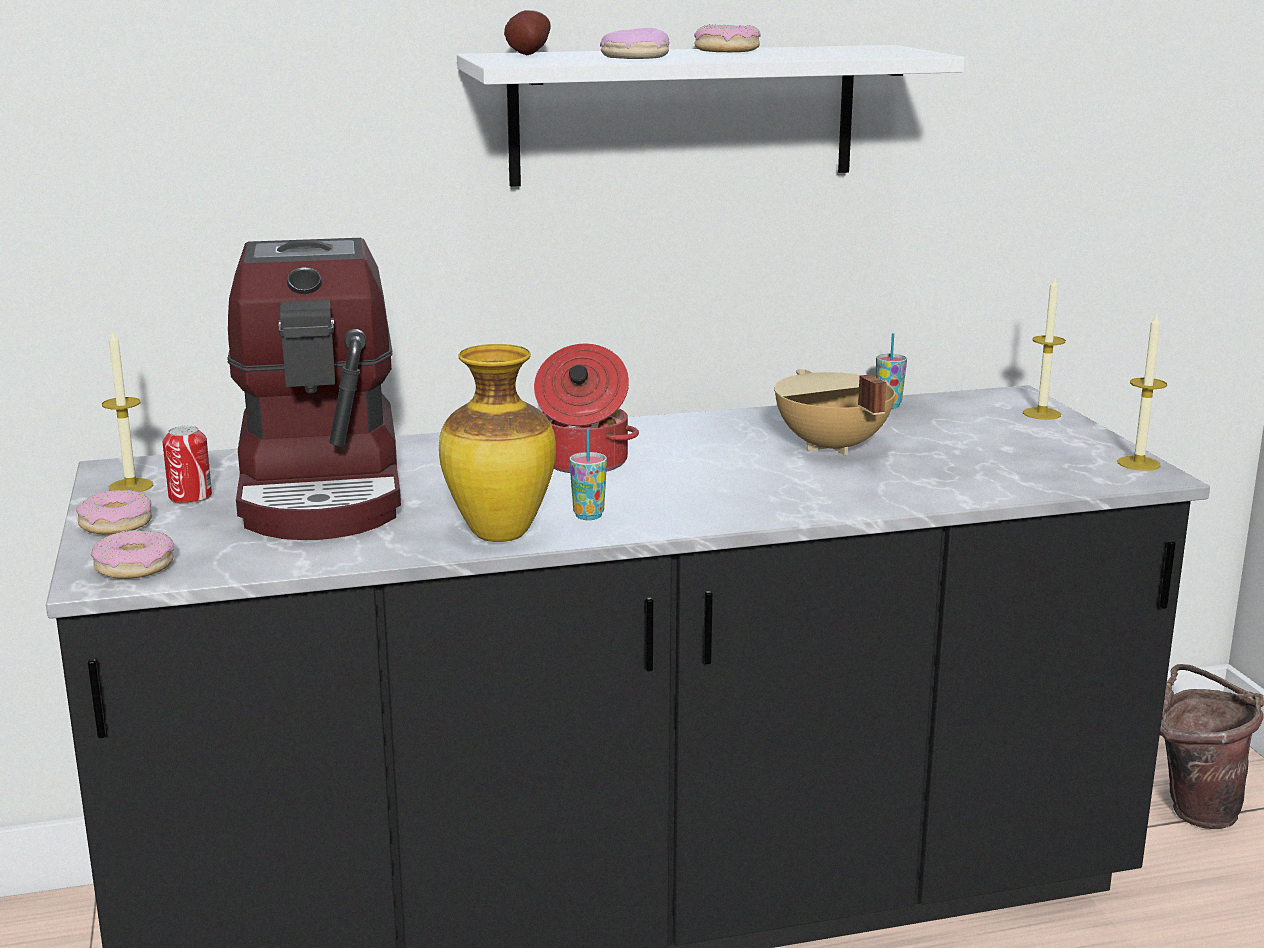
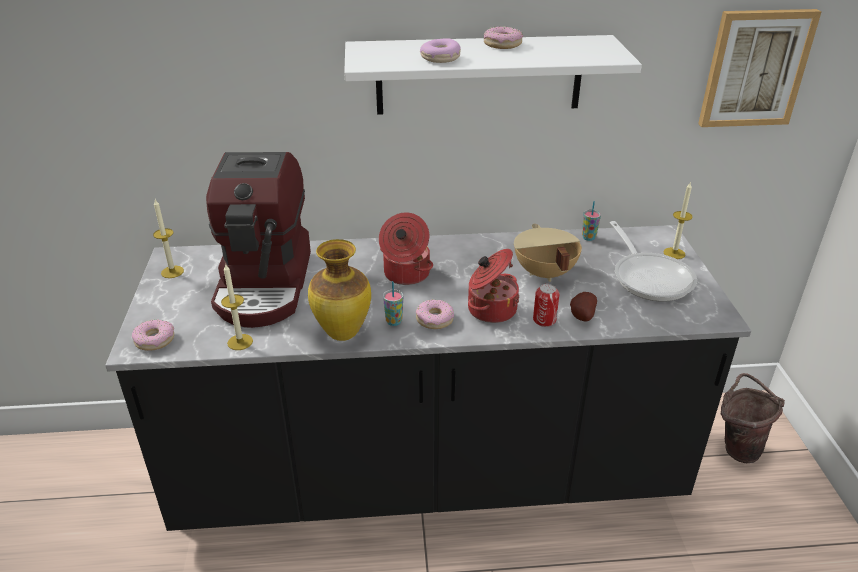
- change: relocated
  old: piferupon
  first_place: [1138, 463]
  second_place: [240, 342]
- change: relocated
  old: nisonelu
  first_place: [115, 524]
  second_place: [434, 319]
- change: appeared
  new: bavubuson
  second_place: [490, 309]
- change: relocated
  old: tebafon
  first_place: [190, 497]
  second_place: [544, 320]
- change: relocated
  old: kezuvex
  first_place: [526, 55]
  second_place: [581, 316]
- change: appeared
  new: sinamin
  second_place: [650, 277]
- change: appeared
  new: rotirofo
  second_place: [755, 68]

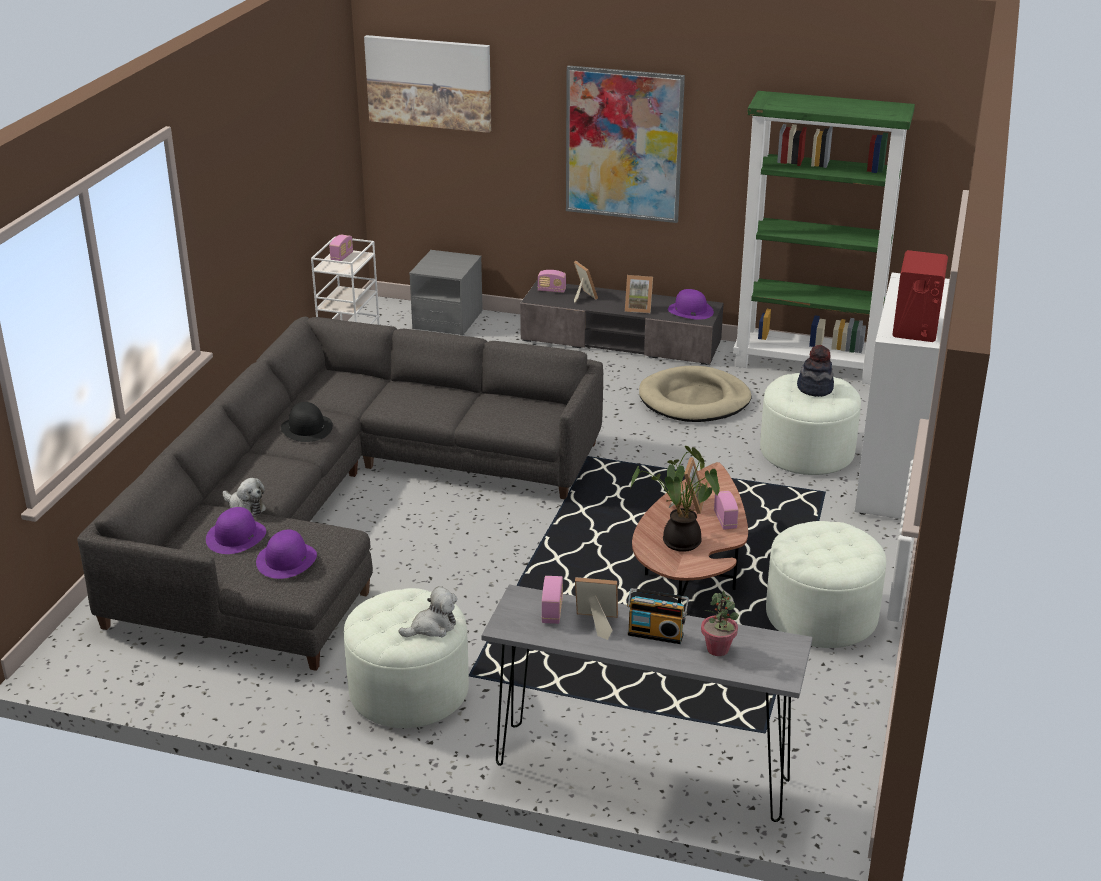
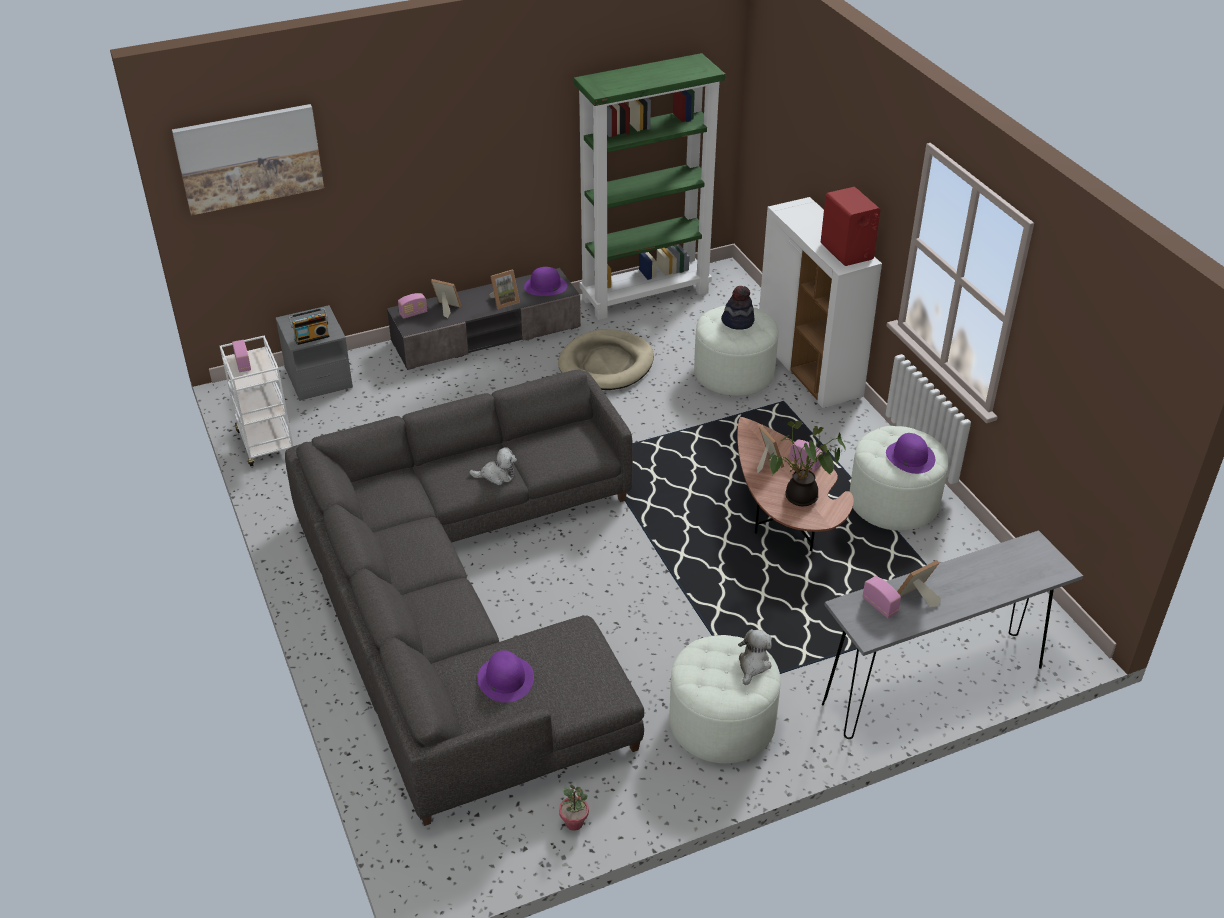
- change: relocated
  old: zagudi
  first_place: [656, 633]
  second_place: [311, 337]
- change: relocated
  old: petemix
  first_place: [245, 508]
  second_place: [497, 475]
- change: relocated
  old: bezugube
  first_place: [718, 649]
  second_place: [574, 823]
- change: relocated
  old: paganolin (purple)
  first_place: [286, 560]
  second_place: [910, 457]
- change: missing
  old: paganolin (black)
  first_place: [307, 428]
- change: missing
  old: rotirofo
  first_place: [623, 144]

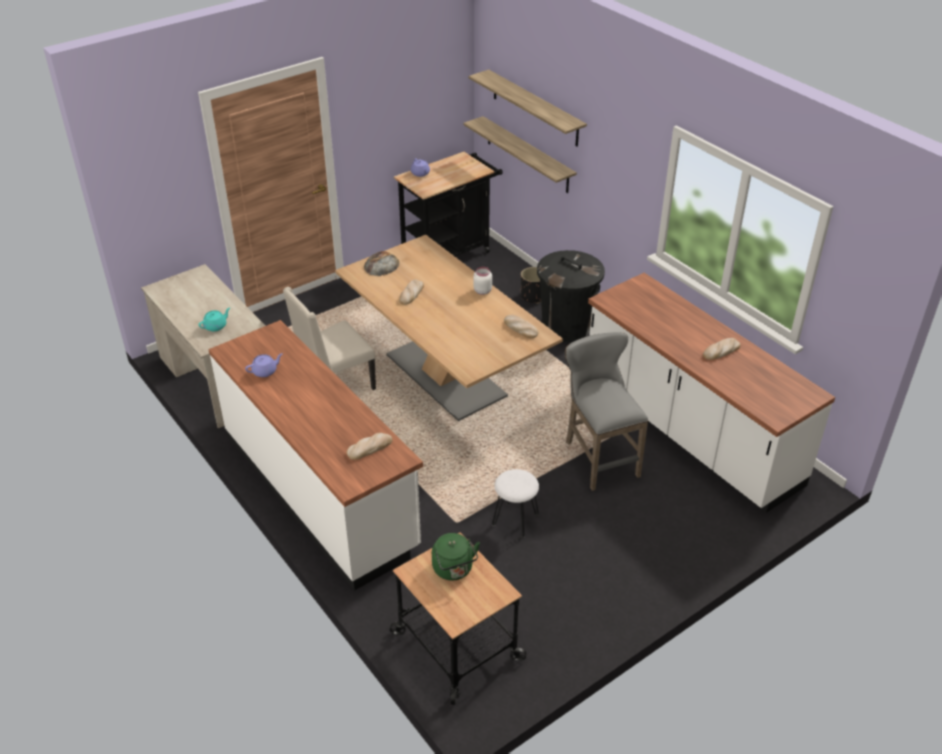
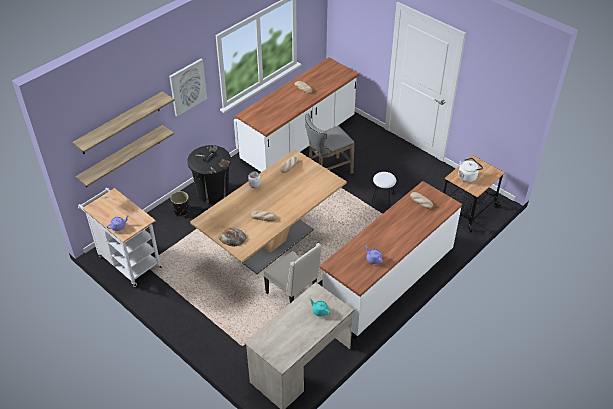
- change: colour
  old: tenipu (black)
  new: tenipu (white)
  first_place: [450, 252]
  second_place: [127, 260]
- change: appeared
  new: rotirofo
  second_place: [187, 87]
- change: colour
  old: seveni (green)
  new: seveni (white)
  first_place: [454, 570]
  second_place: [468, 176]

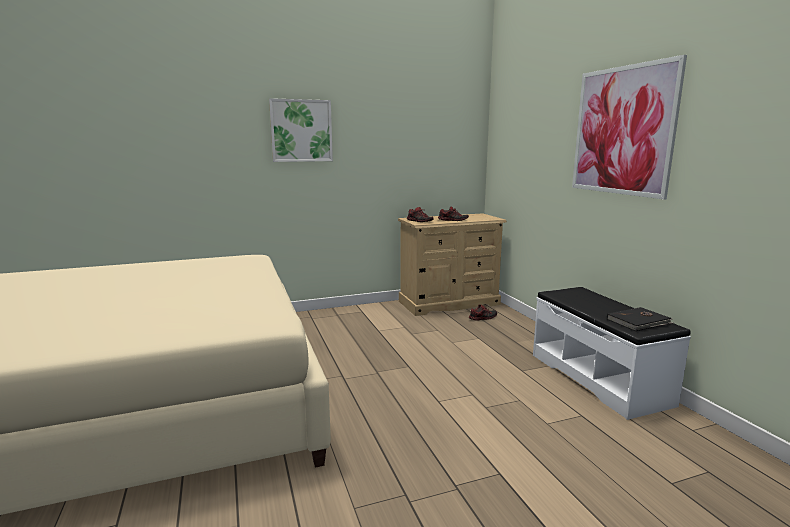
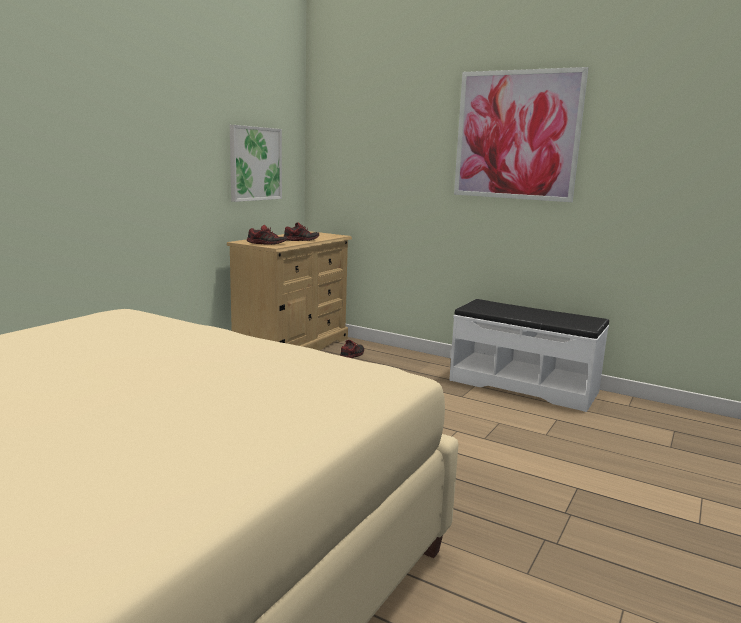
- change: relocated
  old: rotirofo
  first_place: [301, 131]
  second_place: [255, 163]
- change: missing
  old: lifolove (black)
  first_place: [639, 322]

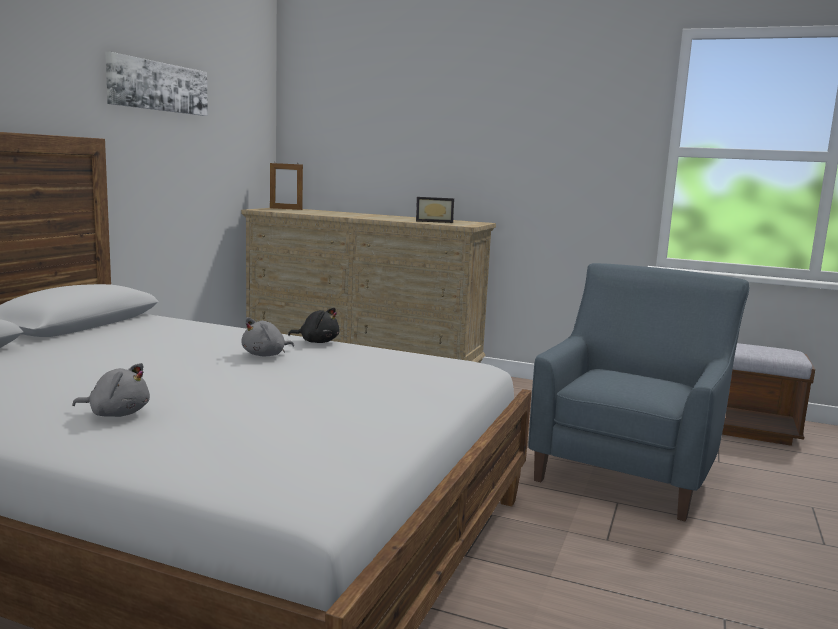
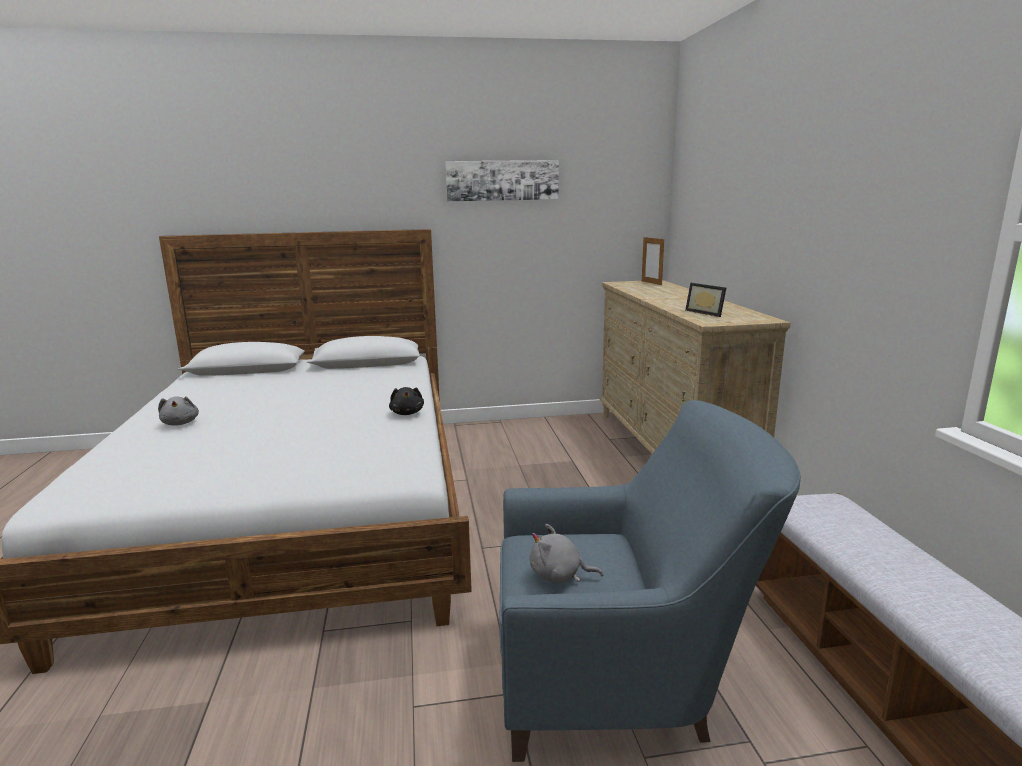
- change: relocated
  old: petemix (grey)
  first_place: [266, 355]
  second_place: [559, 576]

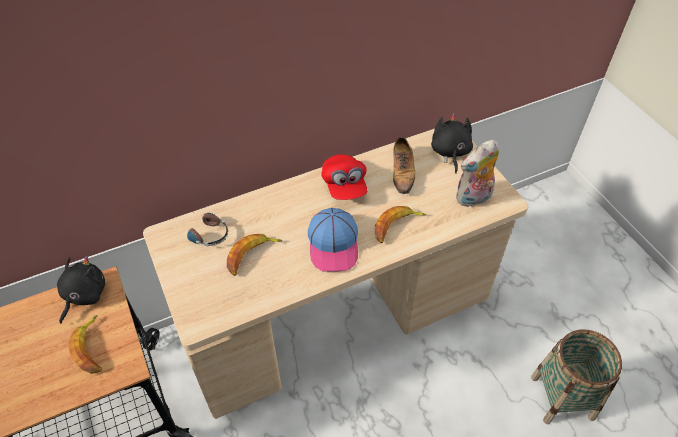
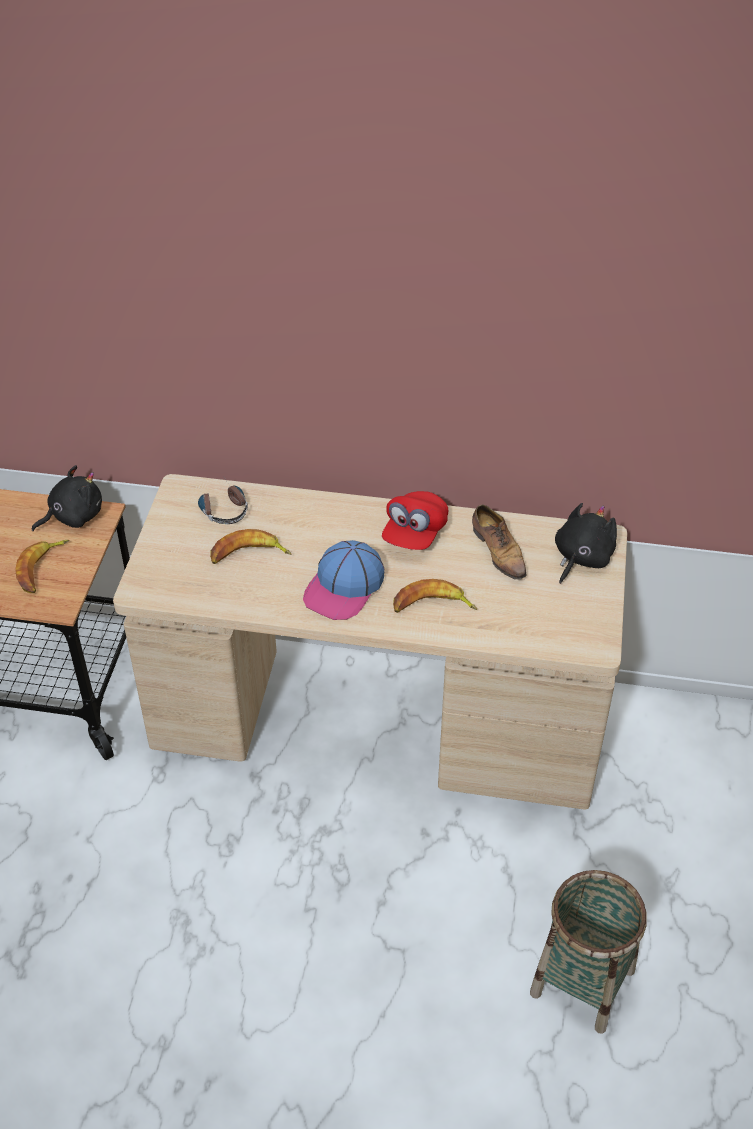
- change: spun
  old: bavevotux
  first_place: [402, 172]
  second_place: [498, 551]
  degrees: -60
- change: missing
  old: petemix
  first_place: [473, 199]

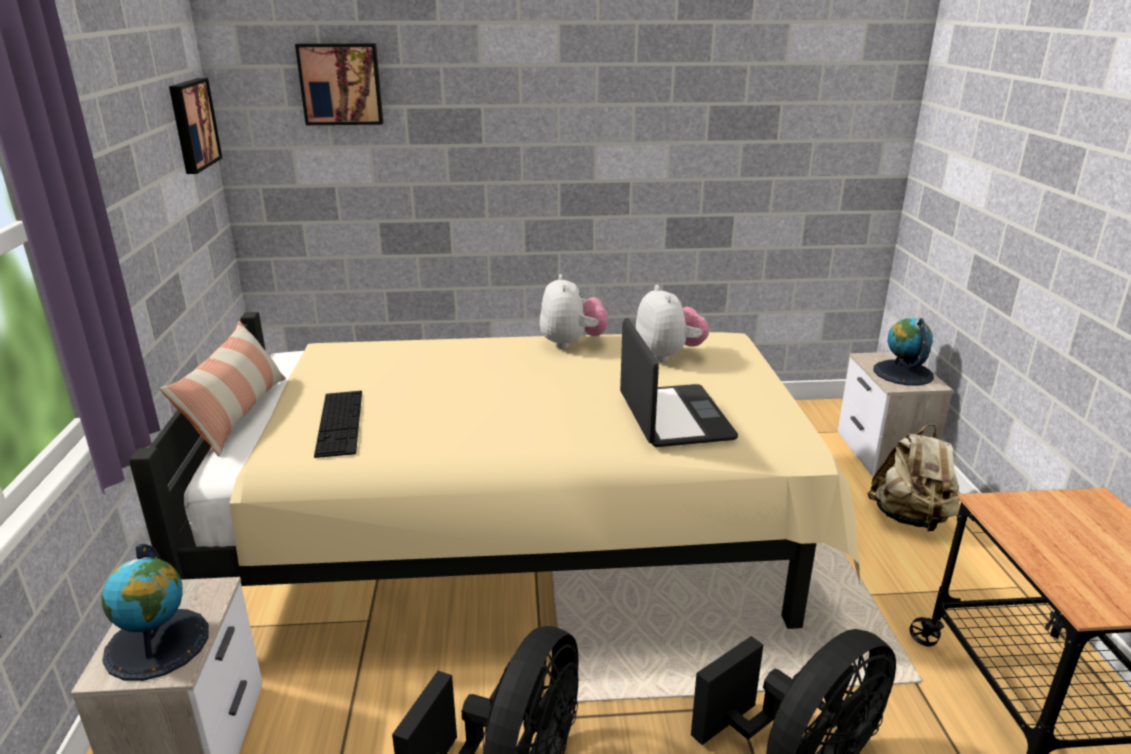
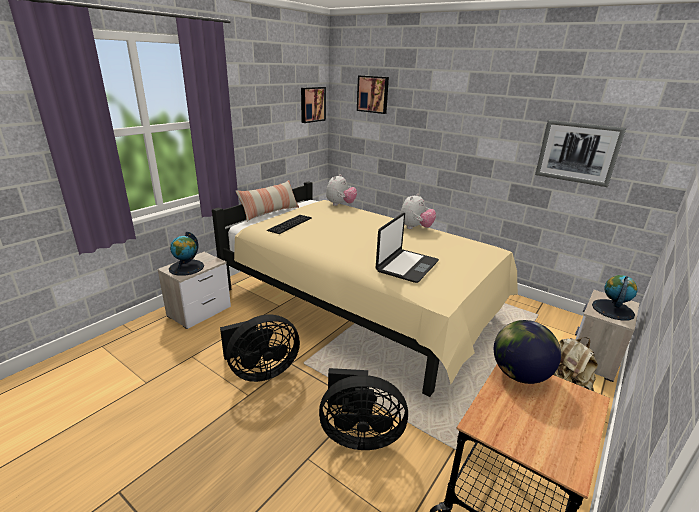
- change: relocated
  old: petemix
  first_place: [668, 355]
  second_place: [340, 204]
- change: appeared
  new: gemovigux
  second_place: [519, 374]
- change: appeared
  new: rotirofo
  second_place: [577, 152]

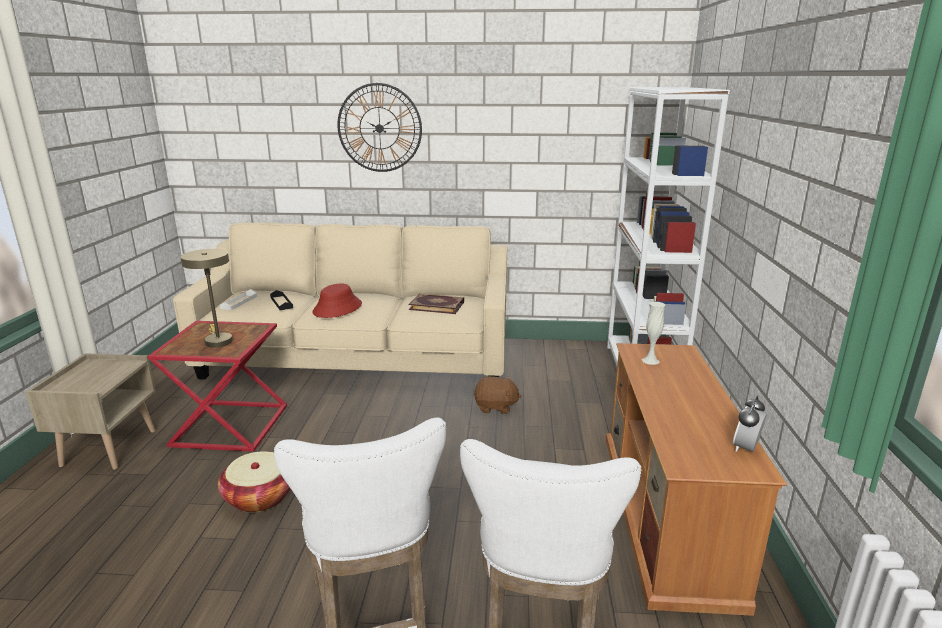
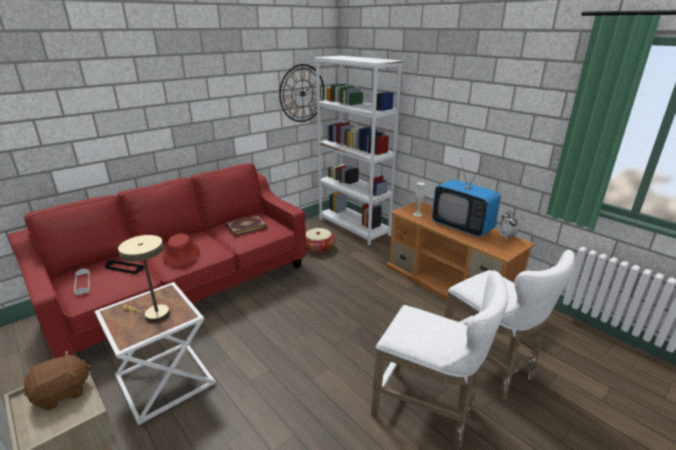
- change: colour
  old: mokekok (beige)
  new: mokekok (red)
  first_place: [358, 361]
  second_place: [187, 290]
- change: relocated
  old: petemix (brown)
  first_place: [496, 407]
  second_place: [62, 393]
- change: colour
  old: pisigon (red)
  new: pisigon (white)
  first_place: [231, 427]
  second_place: [167, 380]
- change: relocated
  old: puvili
  first_place: [379, 128]
  second_place: [302, 93]
- change: relocated
  old: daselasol
  first_place: [260, 497]
  second_place: [318, 248]
- change: appeared
  new: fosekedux
  second_place: [462, 227]

